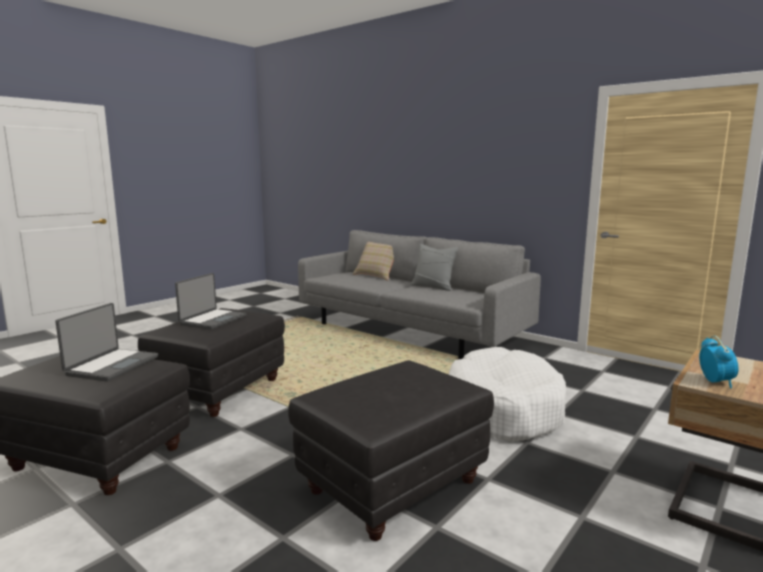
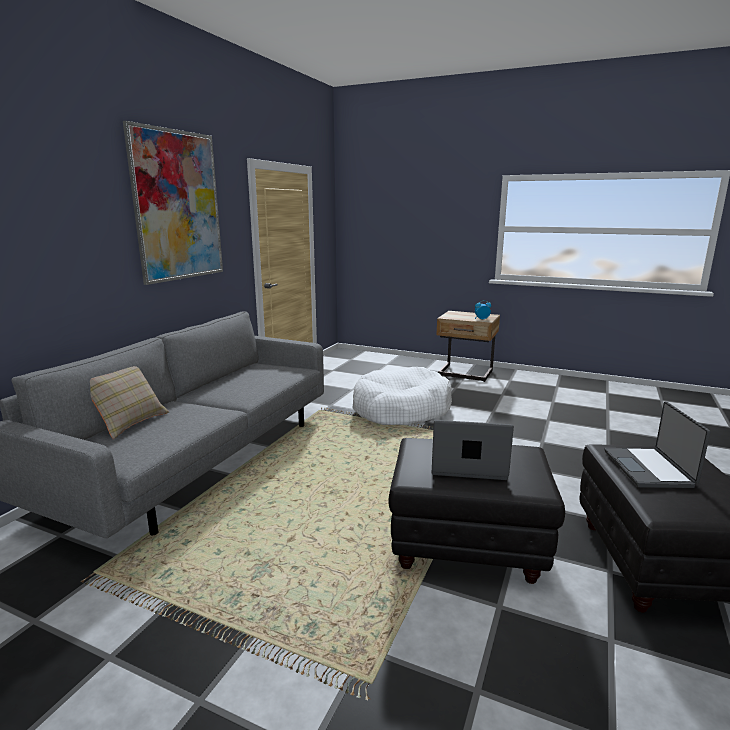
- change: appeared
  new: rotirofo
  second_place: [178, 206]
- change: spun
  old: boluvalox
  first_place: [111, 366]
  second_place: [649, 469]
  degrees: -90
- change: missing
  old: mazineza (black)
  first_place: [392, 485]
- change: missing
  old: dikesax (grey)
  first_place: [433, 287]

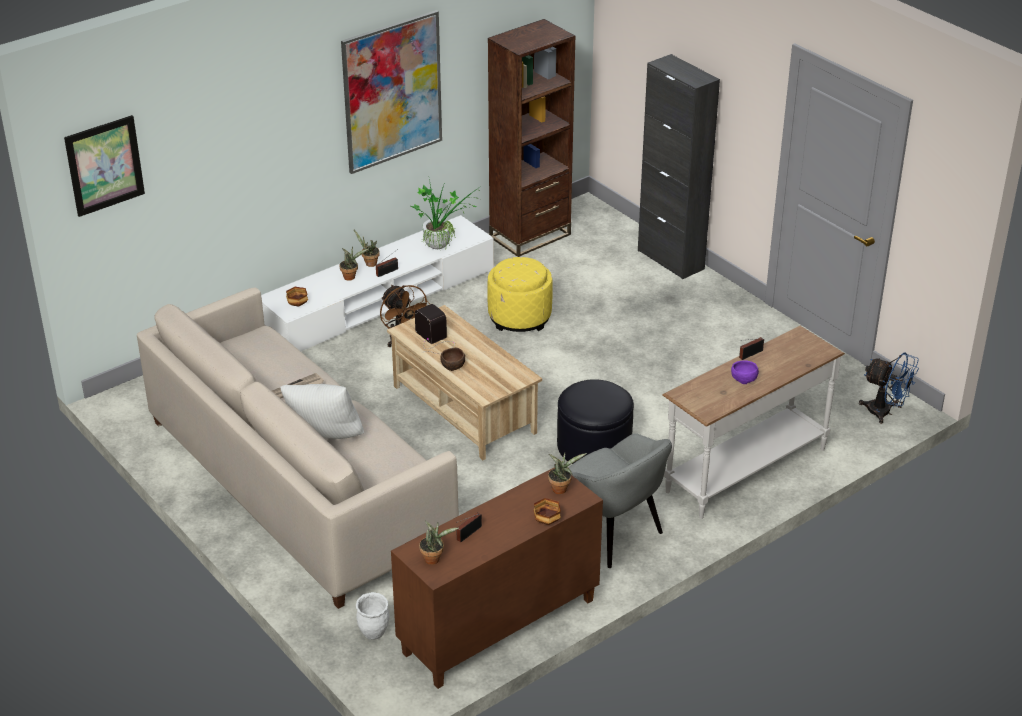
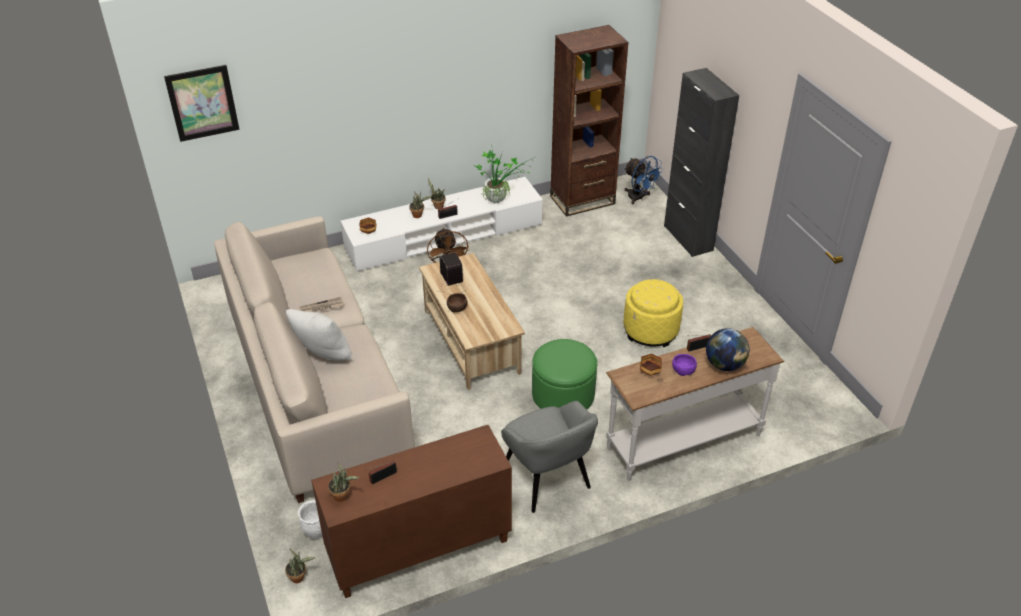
- change: relocated
  old: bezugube
  first_place: [561, 488]
  second_place: [299, 577]
- change: colour
  old: mazineza (black)
  new: mazineza (green)
  first_place: [594, 446]
  second_place: [563, 394]
- change: relocated
  old: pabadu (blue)
  first_place: [885, 412]
  second_place: [639, 198]
- change: relocated
  old: mazineza (yellow)
  first_place: [519, 317]
  second_place: [650, 330]
- change: relocated
  old: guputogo
  first_place: [546, 520]
  second_place: [649, 371]
- change: appeared
  new: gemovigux
  second_place: [724, 365]
- change: missing
  old: rotirofo
  first_place: [392, 91]

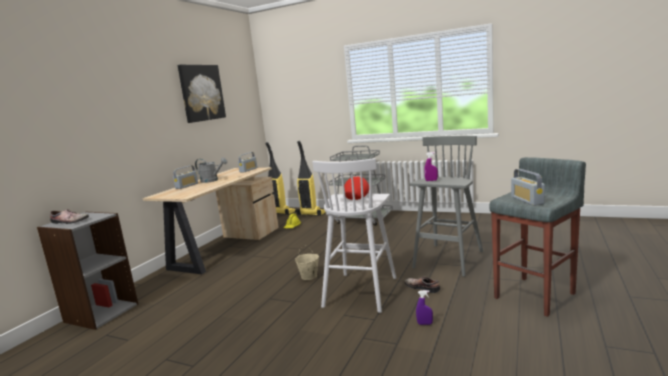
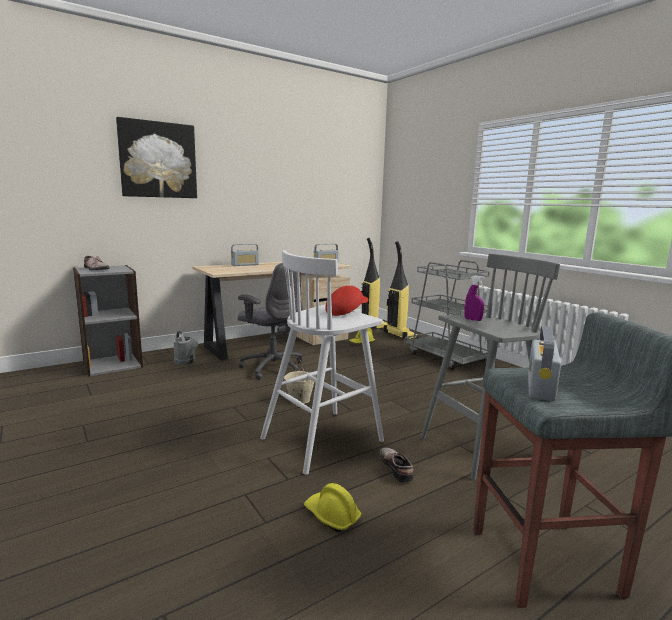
- change: relocated
  old: rotirofo
  first_place: [201, 93]
  second_place: [158, 160]
- change: relocated
  old: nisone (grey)
  first_place: [212, 180]
  second_place: [186, 362]
- change: appeared
  new: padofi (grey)
  second_place: [272, 367]
- change: exchanged
  old: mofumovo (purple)
  new: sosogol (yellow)
  first_place: [425, 323]
  second_place: [331, 515]

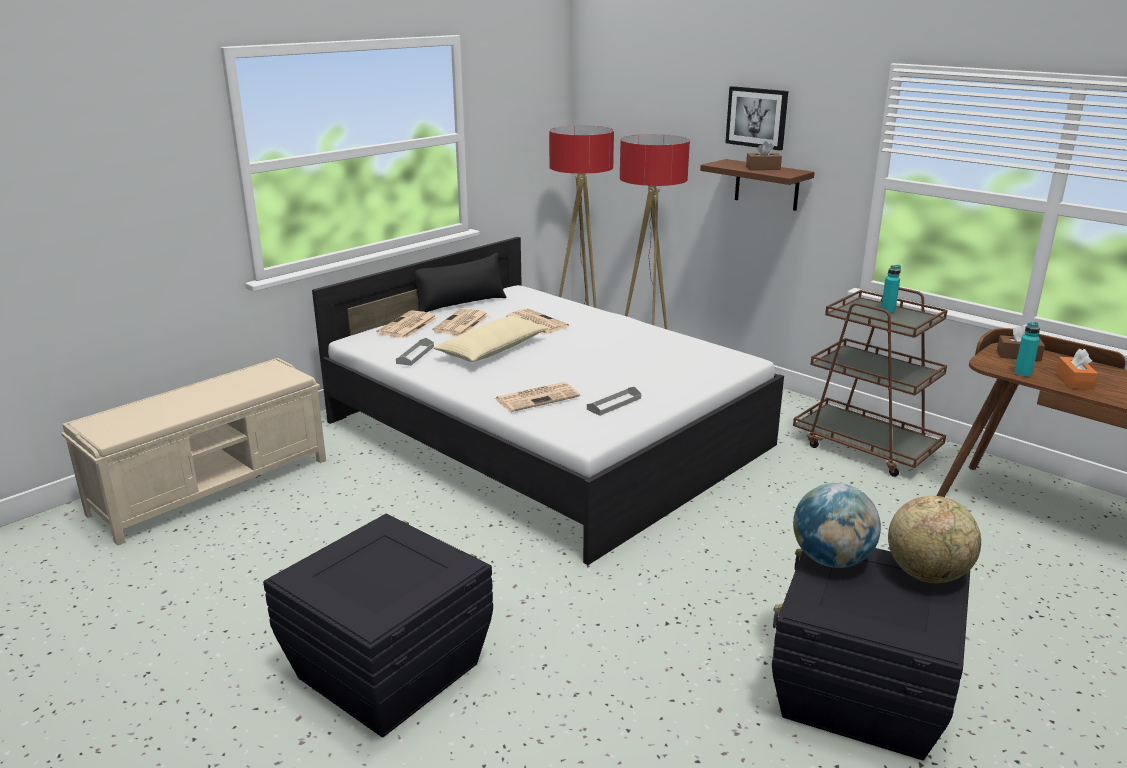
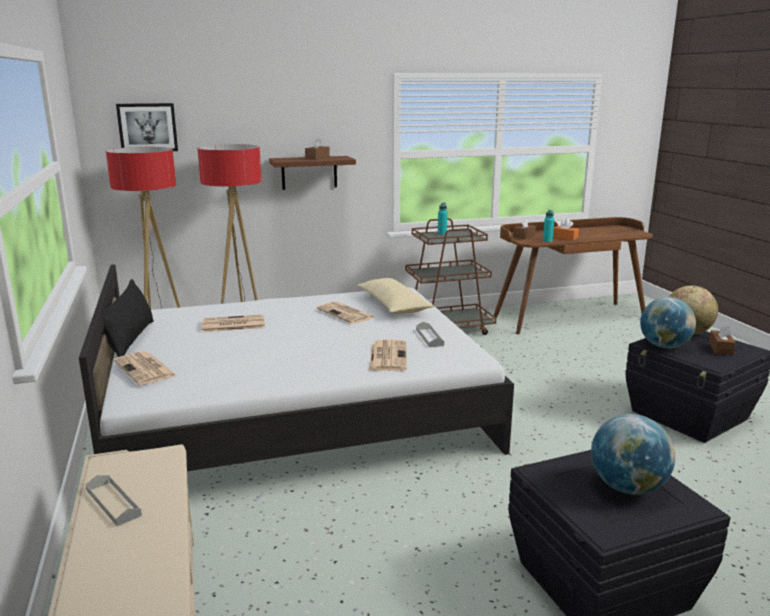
- change: relocated
  old: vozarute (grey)
  first_place: [415, 355]
  second_place: [113, 503]
- change: relocated
  old: rotirofo
  first_place: [757, 117]
  second_place: [147, 127]
- change: relocated
  old: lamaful
  first_place: [461, 323]
  second_place: [346, 314]
- change: relocated
  old: dikesax (beige)
  first_place: [492, 350]
  second_place: [393, 305]
- change: appeared
  new: gemovigux
  second_place: [628, 487]
- change: appeared
  new: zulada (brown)
  second_place: [720, 349]

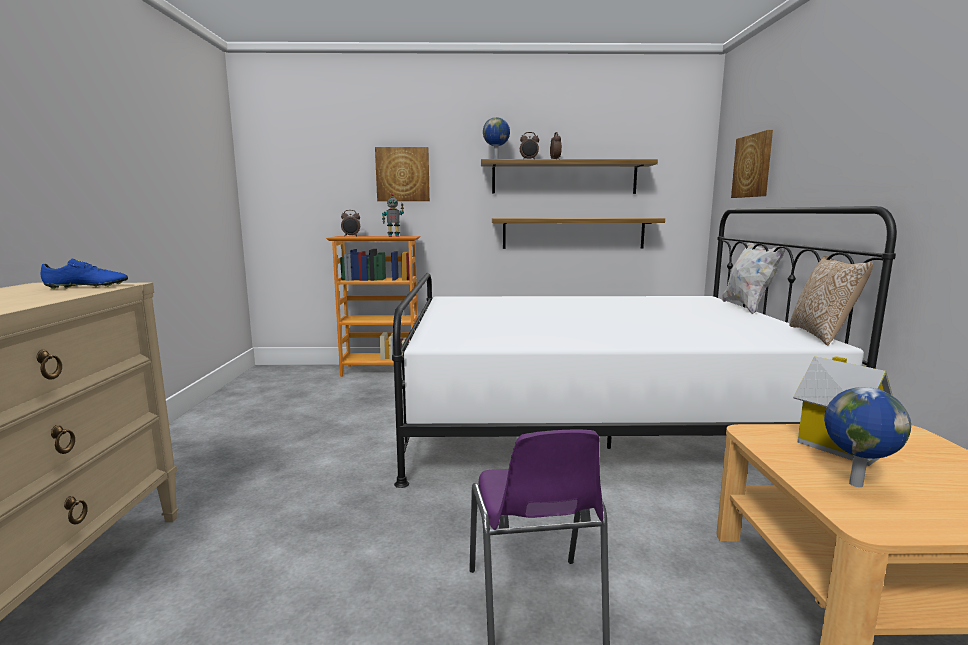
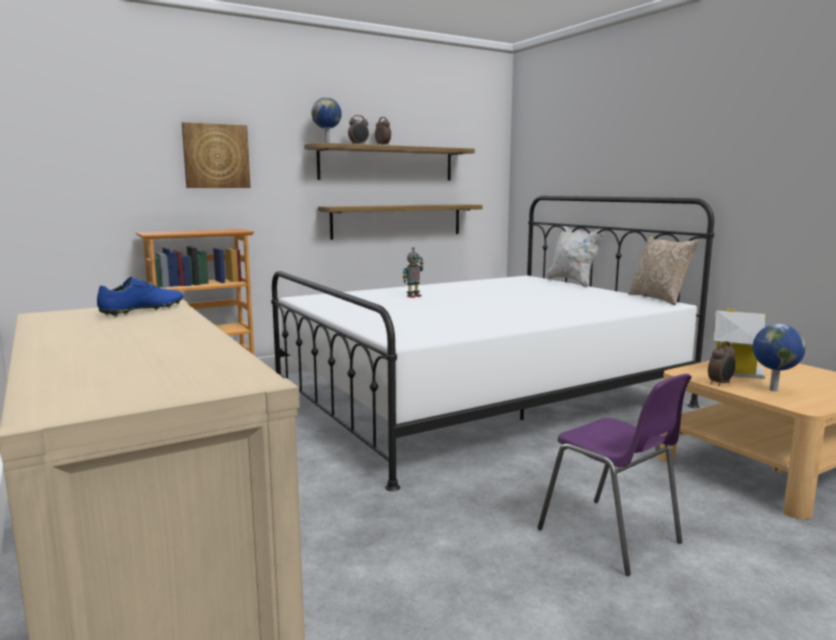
- change: relocated
  old: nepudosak
  first_place: [393, 236]
  second_place: [413, 296]
- change: relocated
  old: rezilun
  first_place: [351, 236]
  second_place: [720, 383]
- change: missing
  old: rotirofo
  first_place: [753, 166]

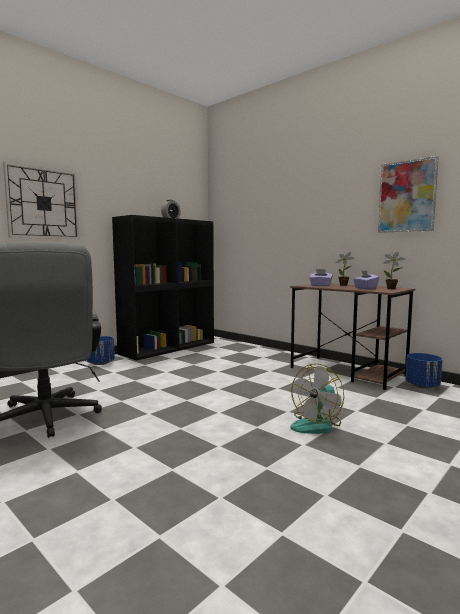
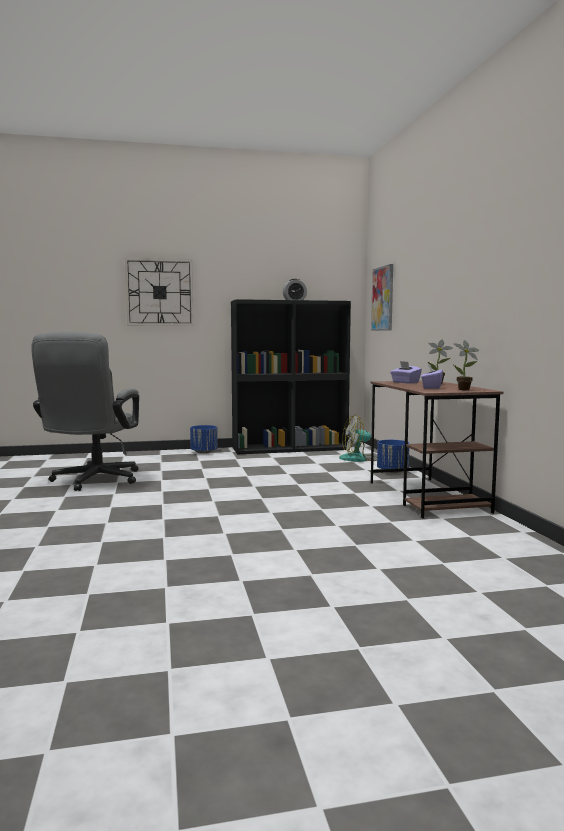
- change: relocated
  old: pabadu
  first_place: [317, 424]
  second_place: [359, 459]
- change: relocated
  old: rotirofo
  first_place: [407, 196]
  second_place: [383, 298]
- change: relocated
  old: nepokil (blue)
  first_place: [422, 386]
  second_place: [392, 471]

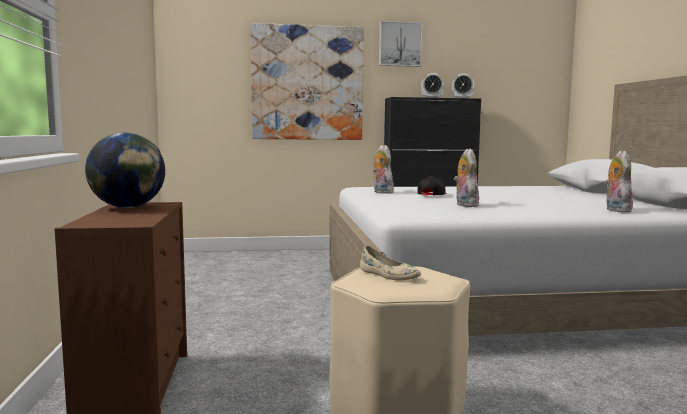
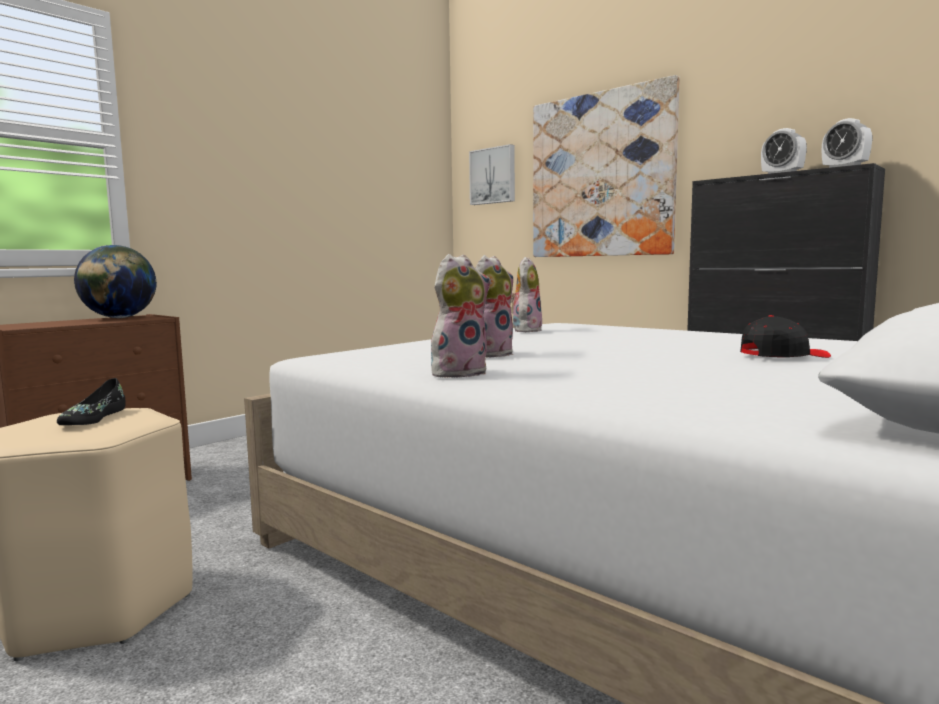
- change: colour
  old: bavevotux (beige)
  new: bavevotux (black)
  first_place: [388, 275]
  second_place: [92, 418]
- change: relocated
  old: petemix
  first_place: [615, 210]
  second_place: [459, 373]
- change: relocated
  old: rotirofo
  first_place: [400, 44]
  second_place: [493, 176]
- change: relocated
  old: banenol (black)
  first_place: [432, 195]
  second_place: [783, 356]

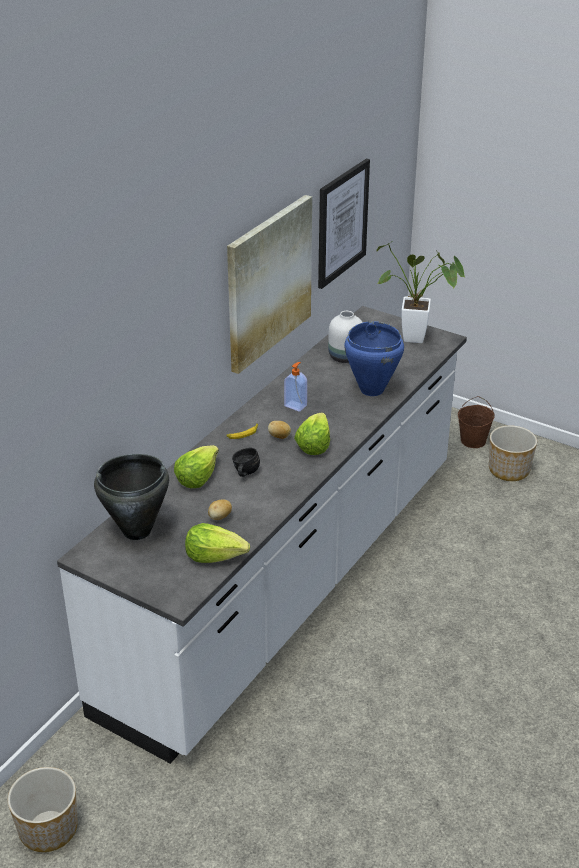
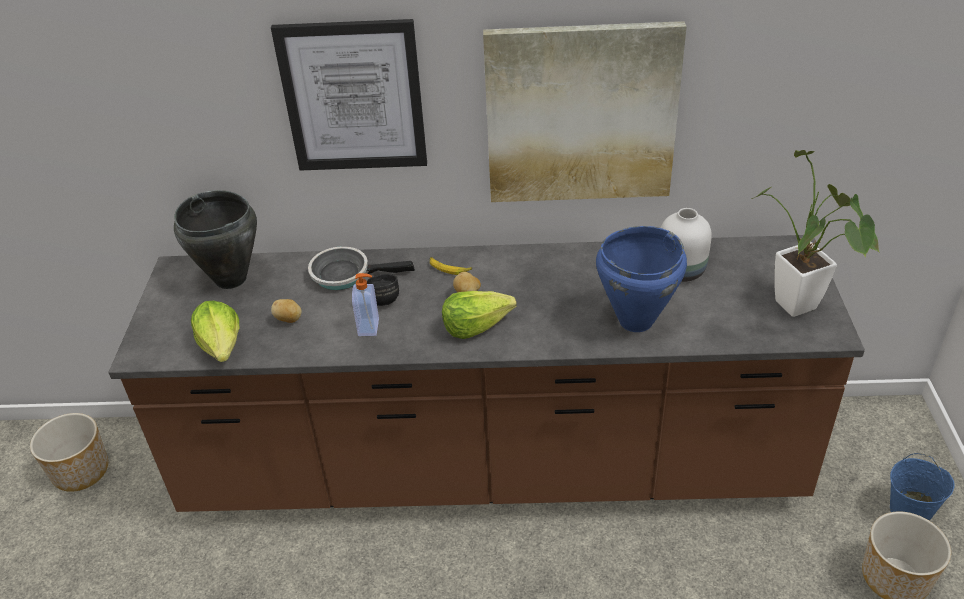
- change: colour
  old: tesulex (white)
  new: tesulex (brown)
  first_place: [289, 582]
  second_place: [492, 468]
- change: relocated
  old: rotirofo
  first_place: [342, 223]
  second_place: [353, 97]
- change: exchanged
  old: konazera
  new: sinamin
  first_place: [197, 477]
  second_place: [346, 274]
- change: relocated
  old: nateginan
  first_place: [296, 405]
  second_place: [369, 327]
- change: colour
  old: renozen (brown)
  new: renozen (blue)
  first_place: [473, 440]
  second_place: [910, 510]

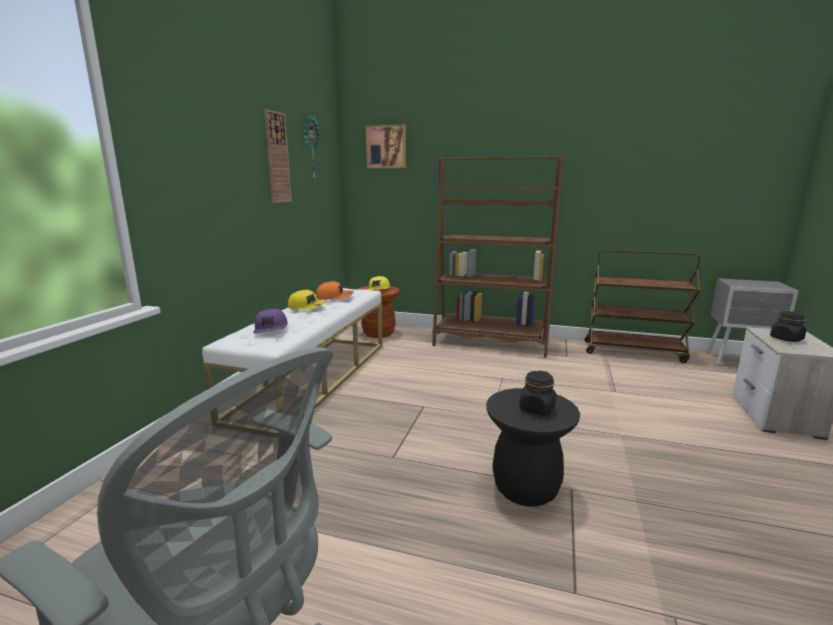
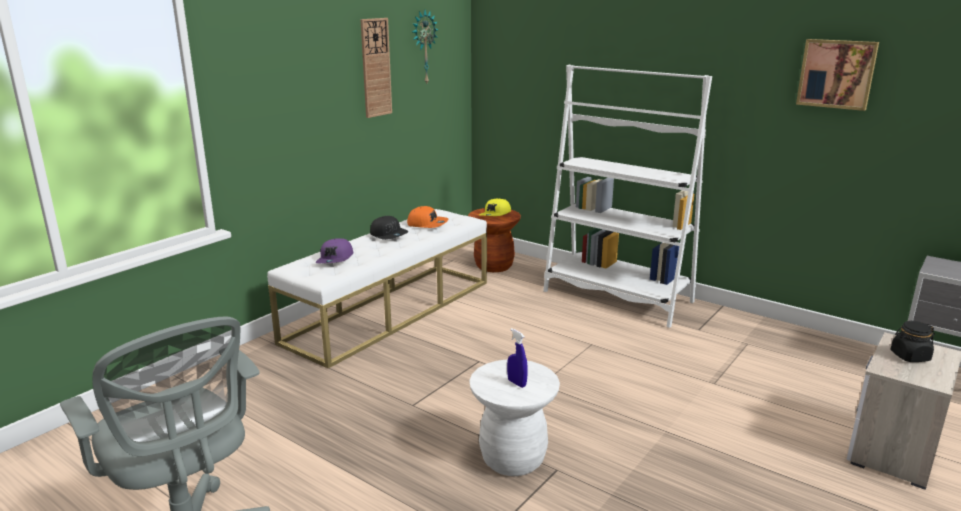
- change: colour
  old: banenol (yellow)
  new: banenol (black)
  first_place: [307, 307]
  second_place: [389, 235]
- change: colour
  old: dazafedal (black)
  new: dazafedal (white)
  first_place: [525, 488]
  second_place: [513, 459]
- change: exchanged
  old: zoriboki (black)
  new: mofumovo (blue)
  first_place: [537, 409]
  second_place: [516, 383]
- change: colour
  old: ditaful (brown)
  new: ditaful (white)
  first_place: [490, 342]
  second_place: [617, 297]
- change: relocated
  old: rotirofo
  first_place: [386, 147]
  second_place: [836, 74]
- change: missing
  old: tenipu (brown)
  first_place: [634, 351]

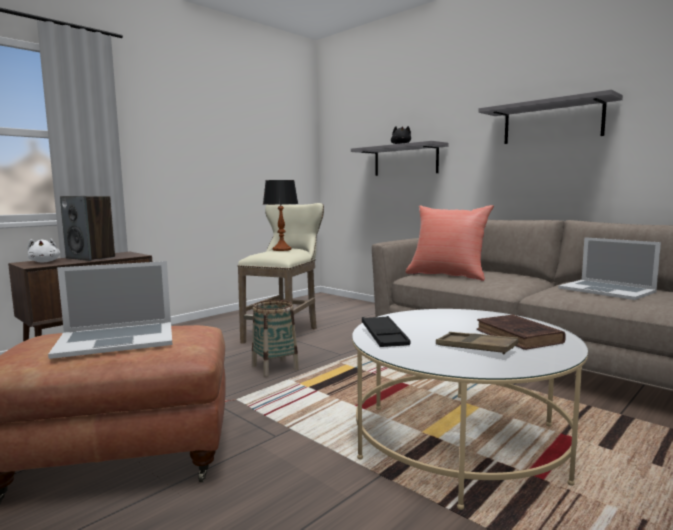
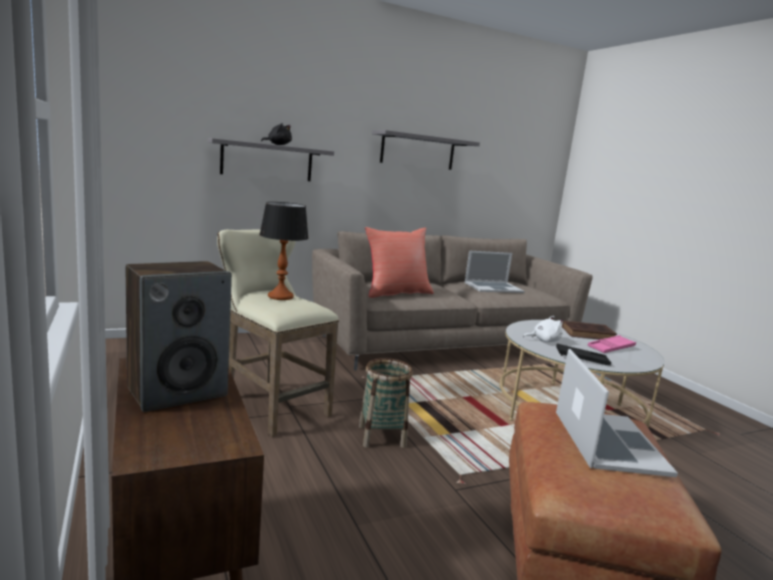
- change: relocated
  old: petemix (white)
  first_place: [45, 262]
  second_place: [544, 340]
- change: colour
  old: vozarute (brown)
  new: vozarute (pink)
  first_place: [475, 348]
  second_place: [611, 348]

